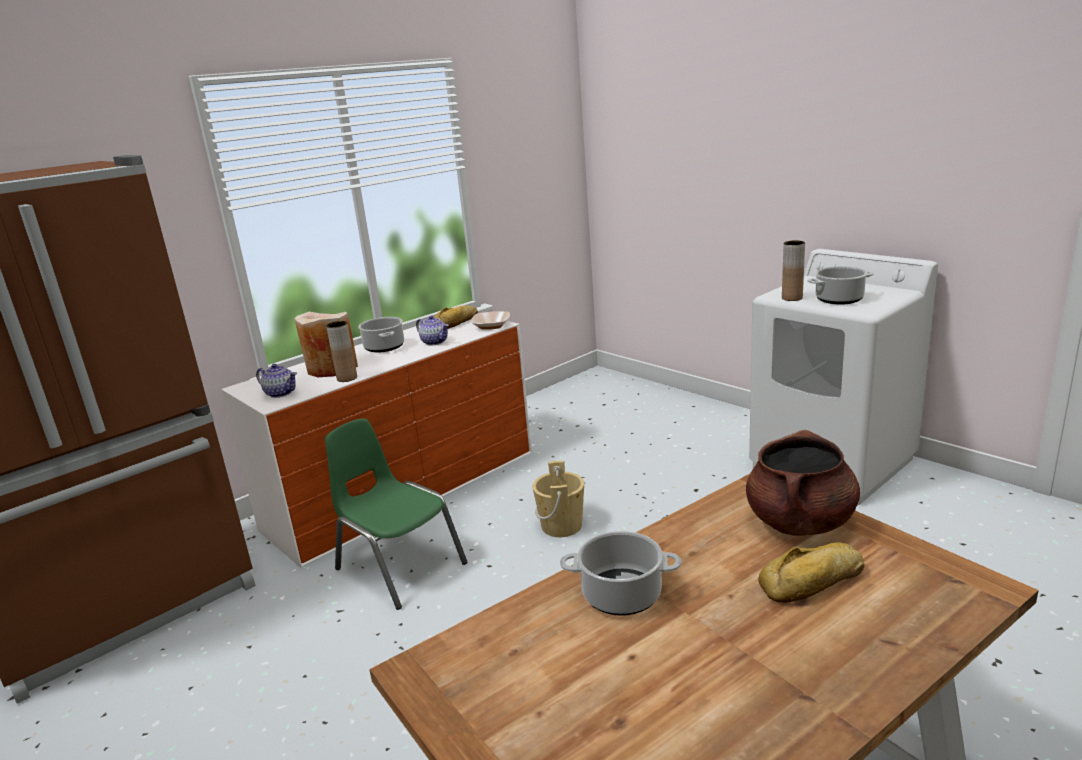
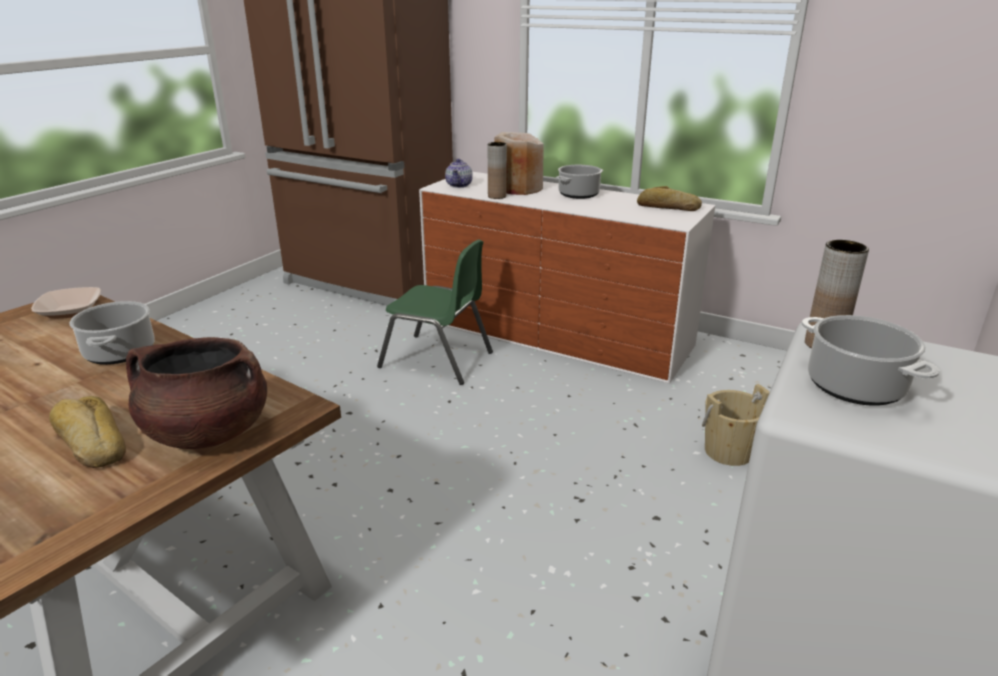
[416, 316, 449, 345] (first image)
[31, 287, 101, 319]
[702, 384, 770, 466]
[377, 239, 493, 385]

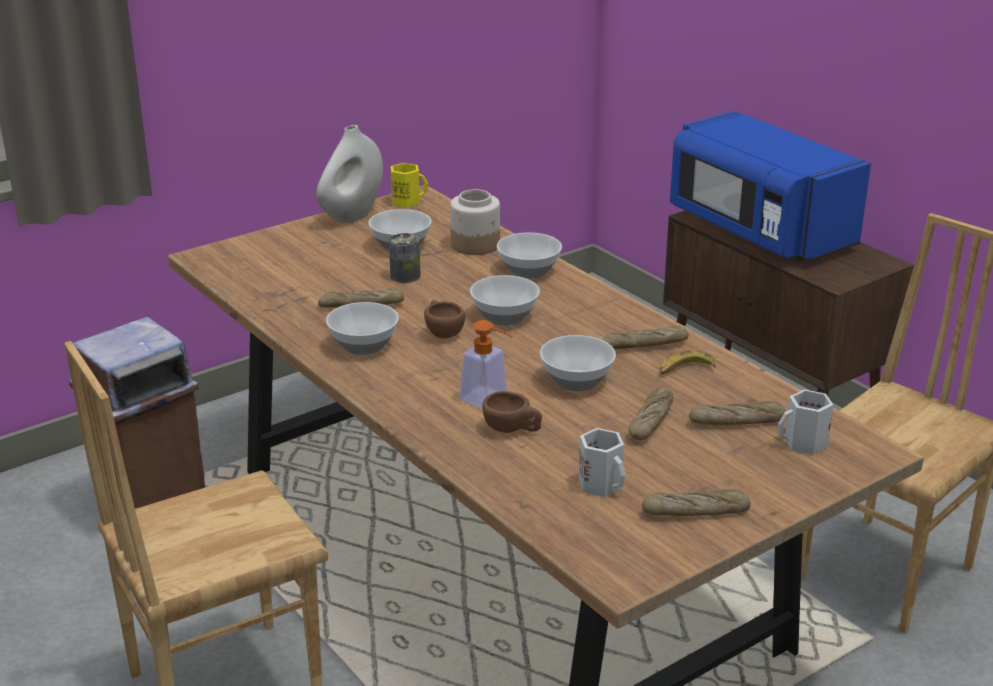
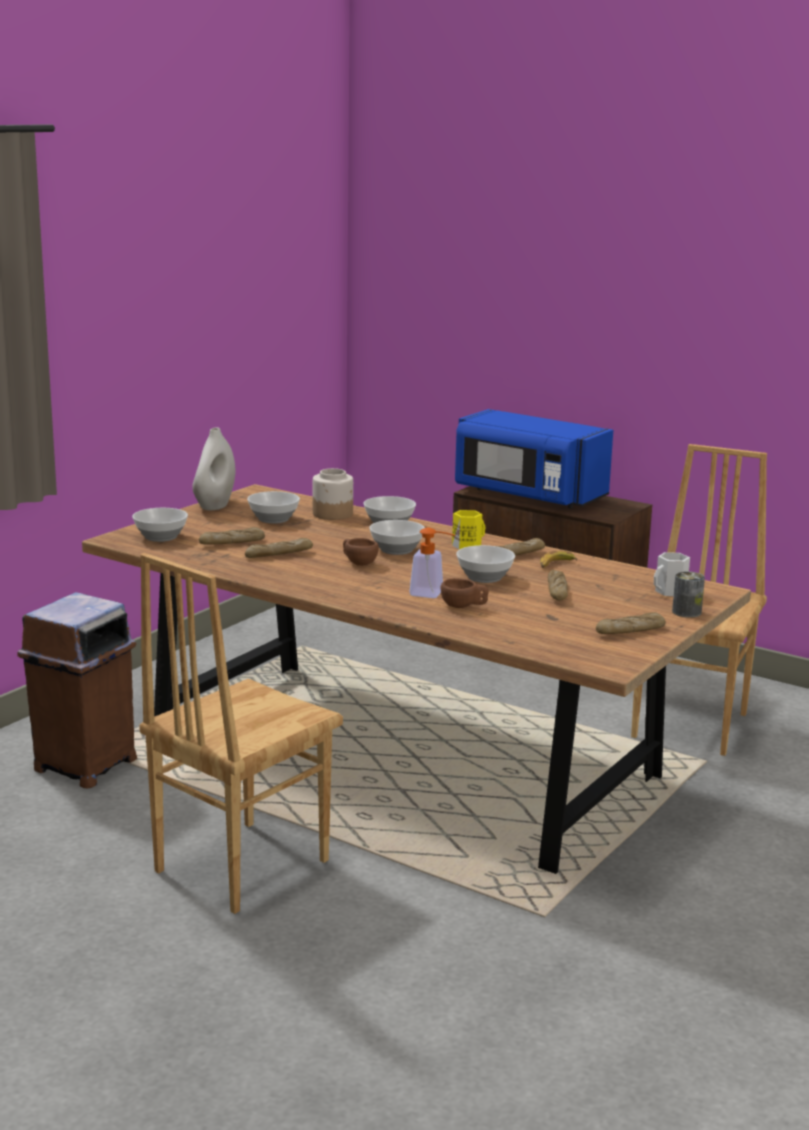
[579, 428, 625, 497] (first image)
[132, 508, 188, 542]
[672, 571, 705, 618]
[452, 510, 486, 550]
[199, 527, 265, 544]

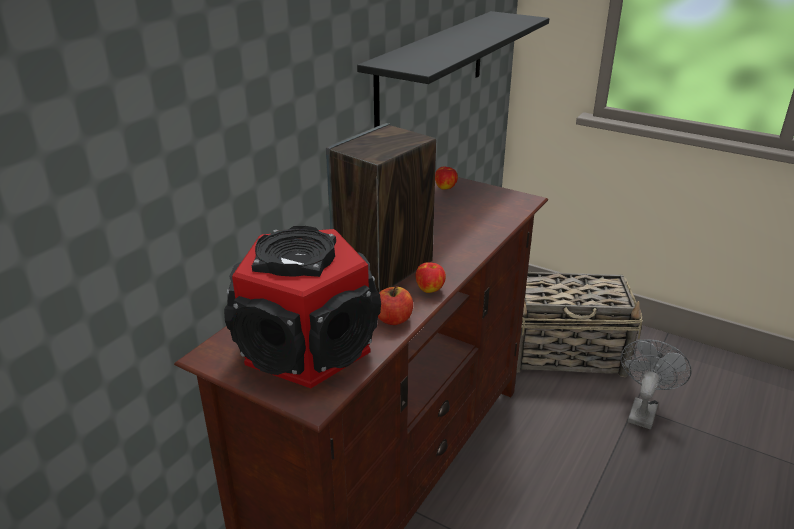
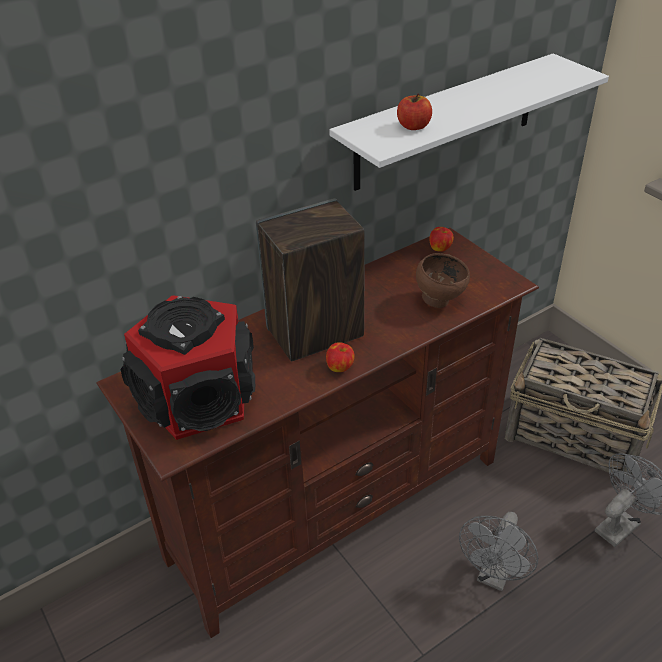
[416, 253, 470, 308]
[459, 512, 538, 591]
[397, 93, 432, 130]
[329, 54, 609, 191]

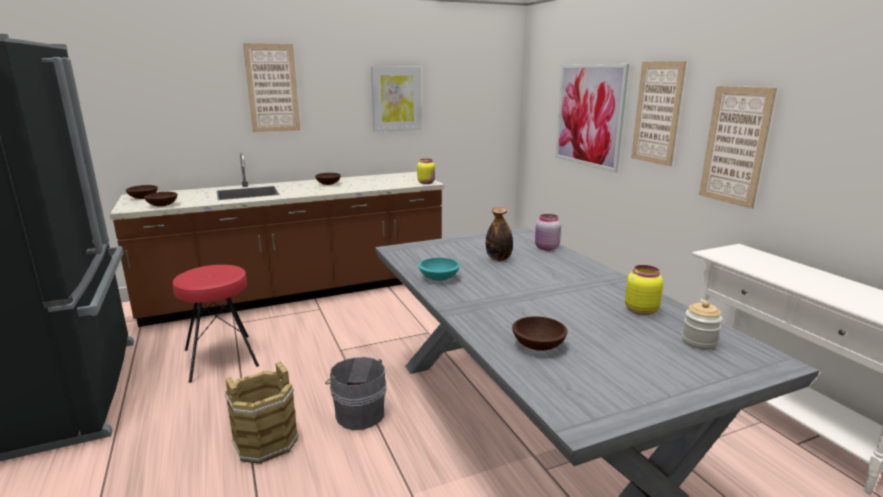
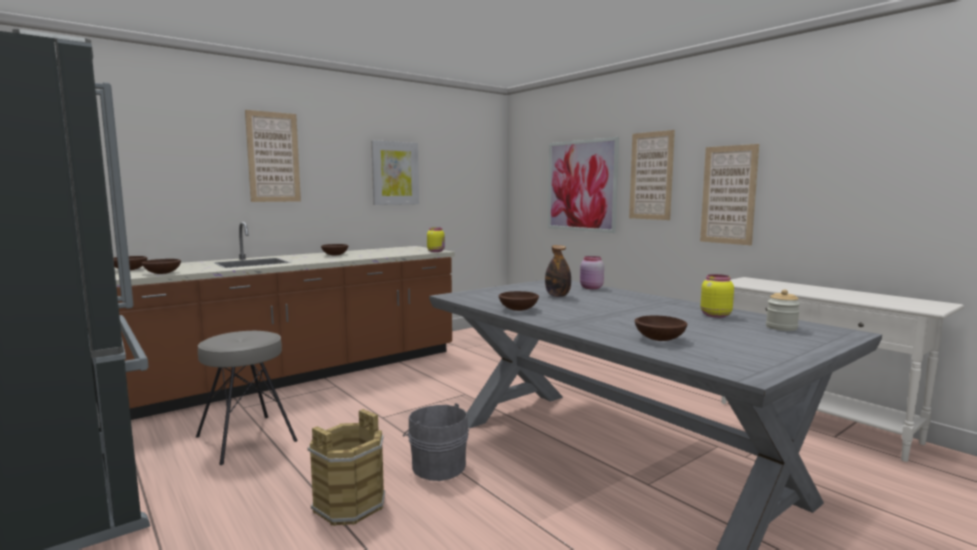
[196, 331, 298, 465]
[499, 291, 539, 311]

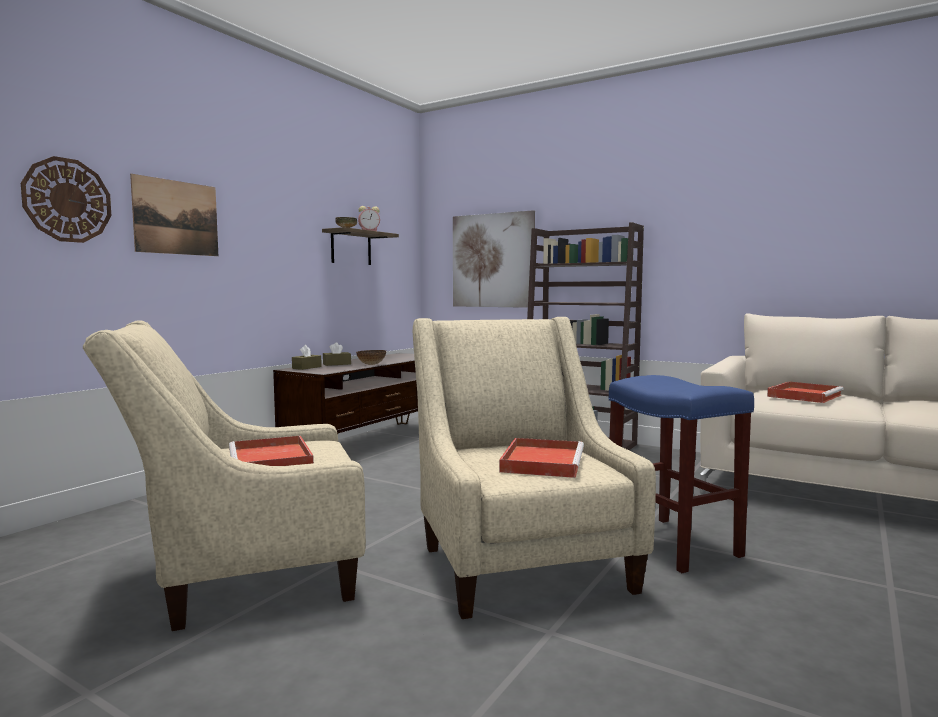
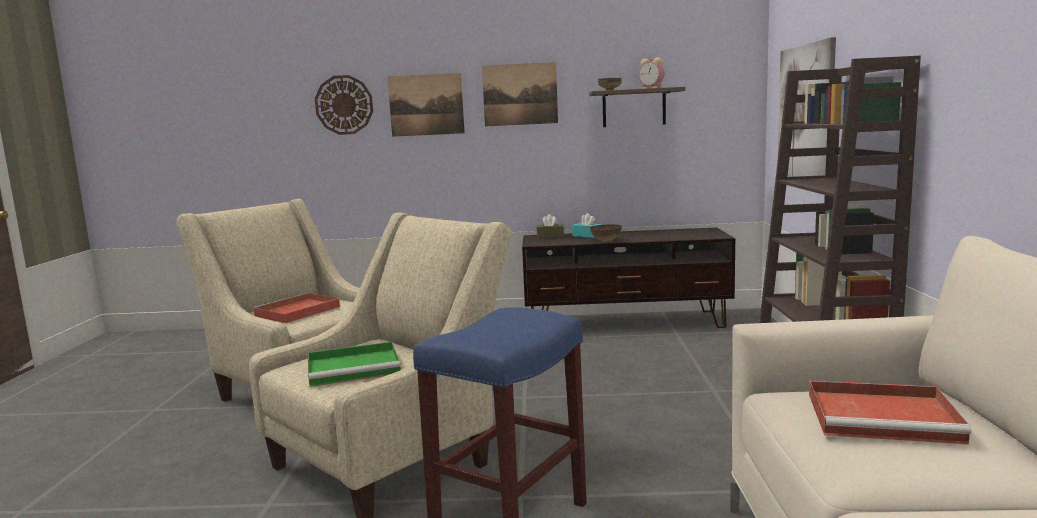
[482, 62, 558, 126]
[572, 213, 602, 238]
[308, 342, 401, 387]

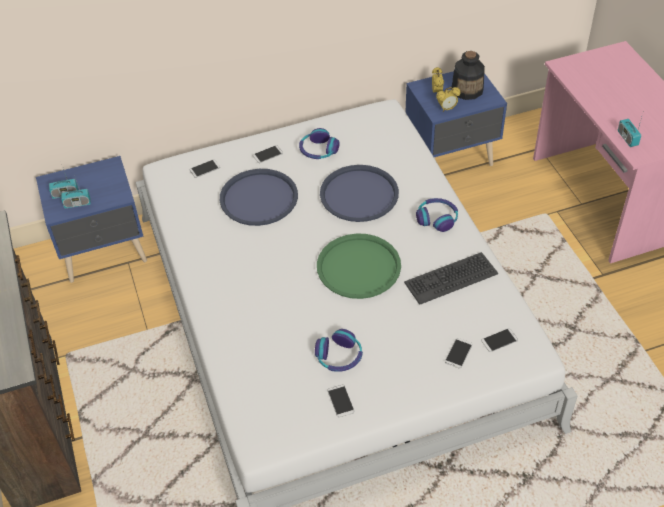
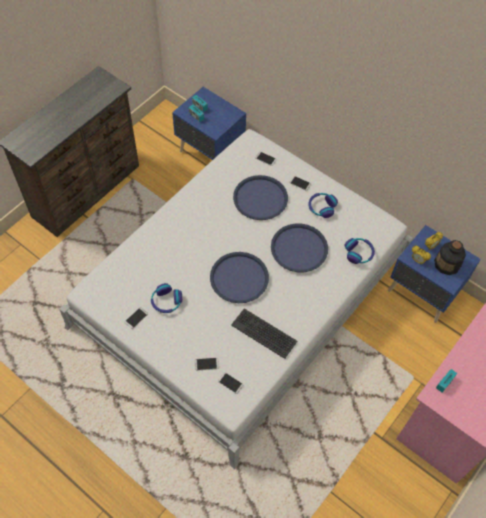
[344, 238, 375, 264]
[210, 252, 269, 303]

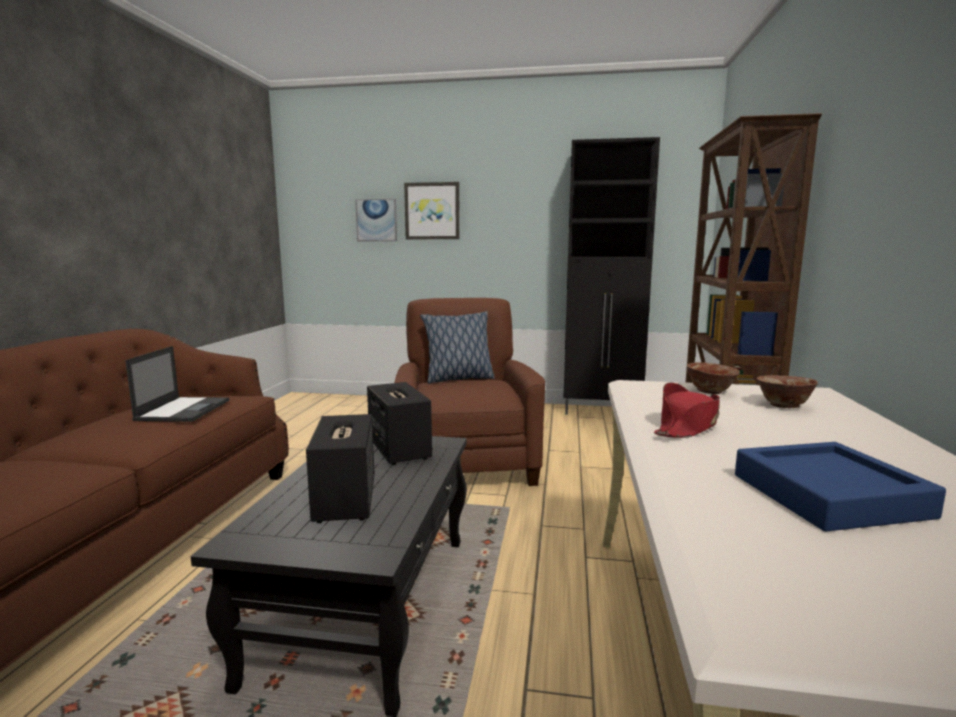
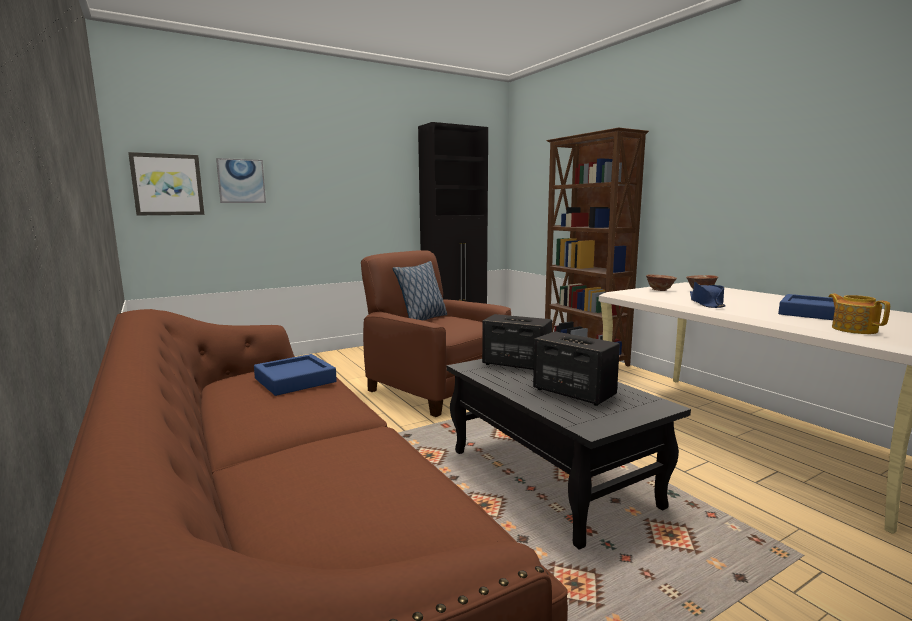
[829, 294, 890, 334]
[128, 152, 204, 215]
[254, 354, 337, 396]
[690, 282, 726, 308]

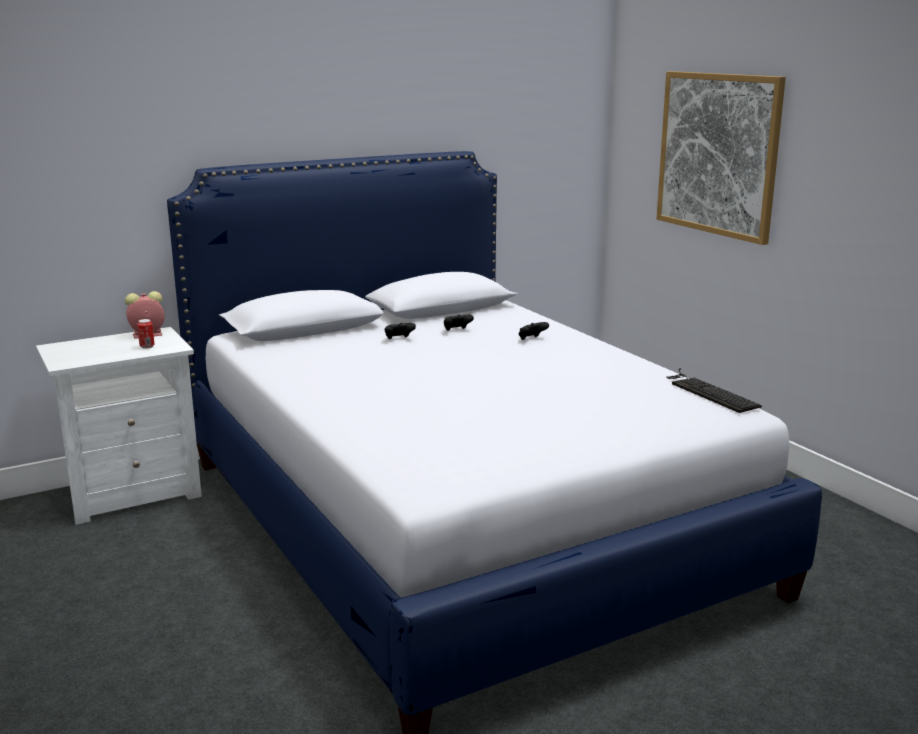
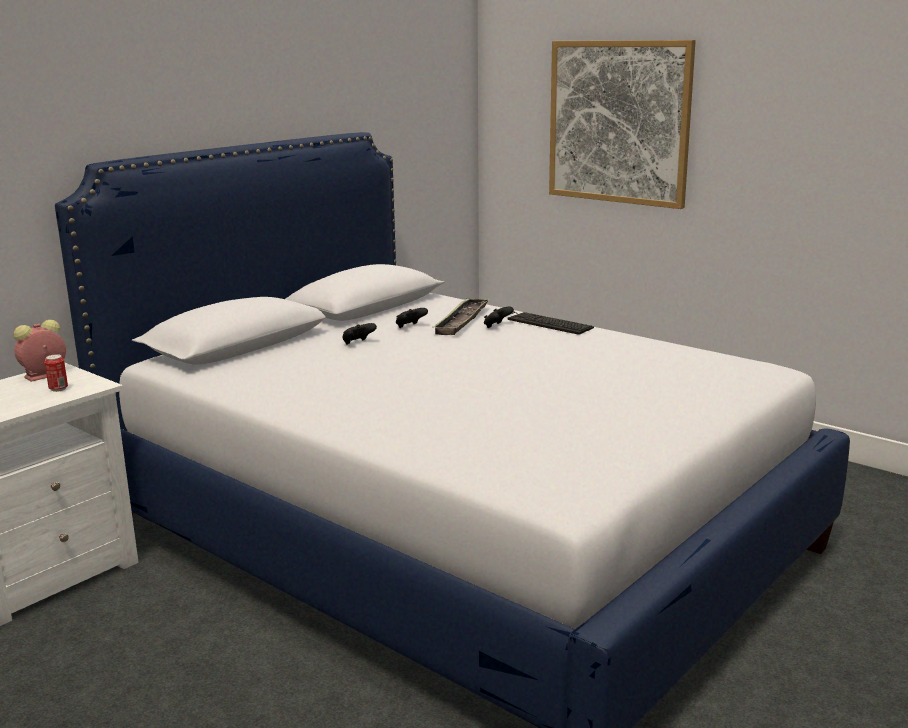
[432, 298, 489, 335]
[507, 311, 594, 335]

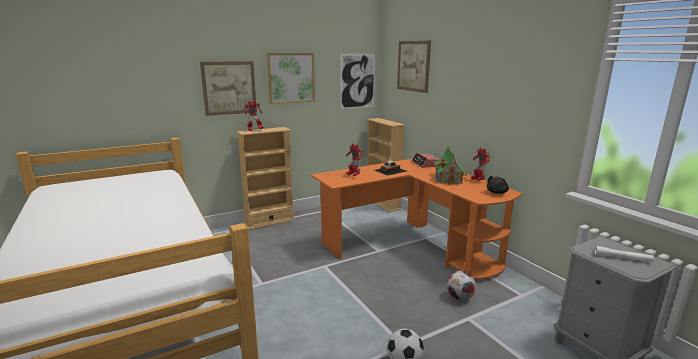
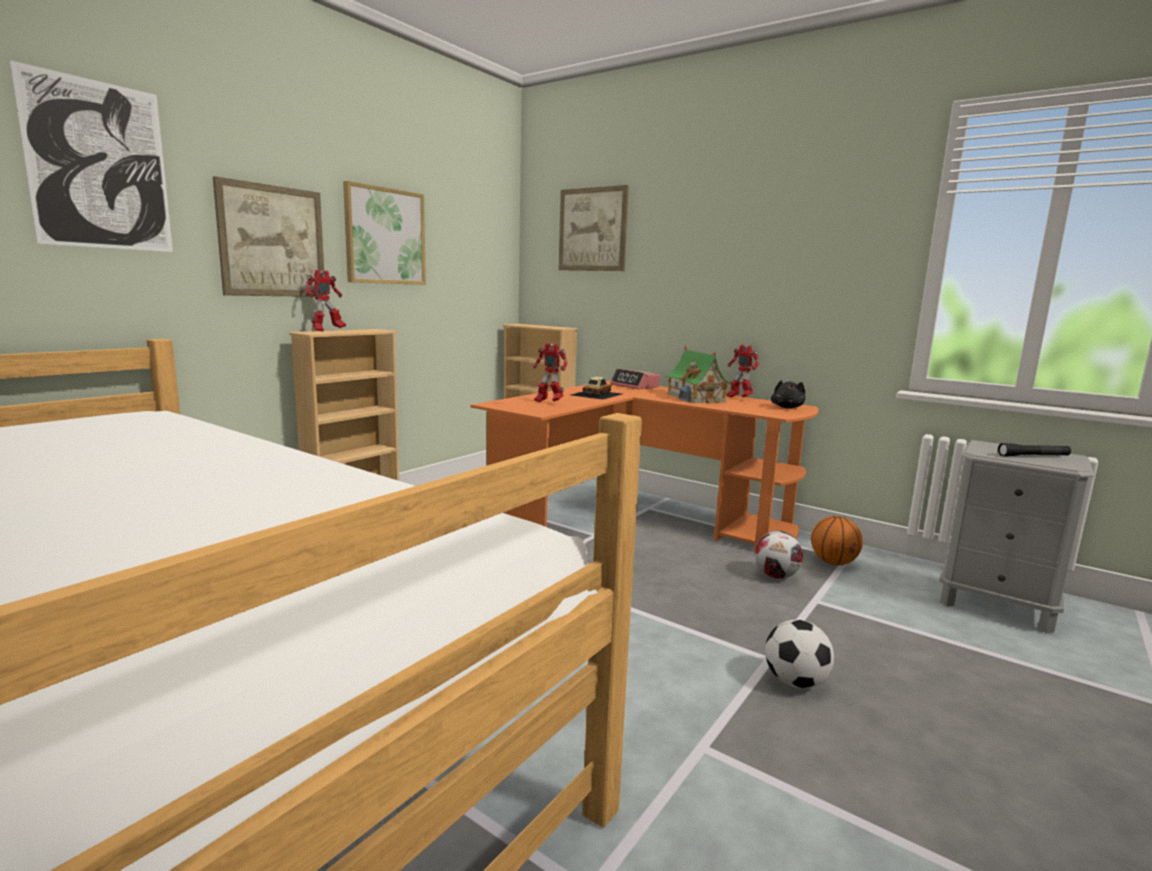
[811, 516, 863, 565]
[10, 60, 173, 252]
[998, 443, 1071, 456]

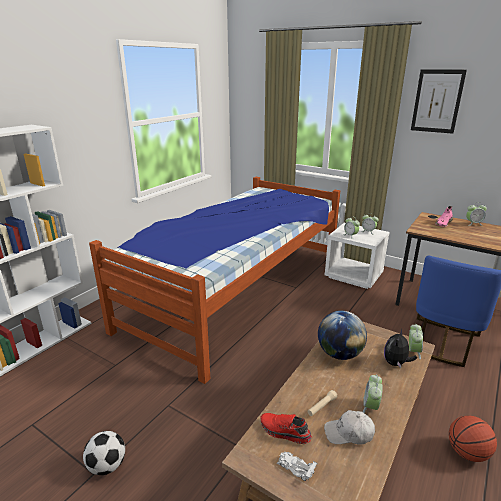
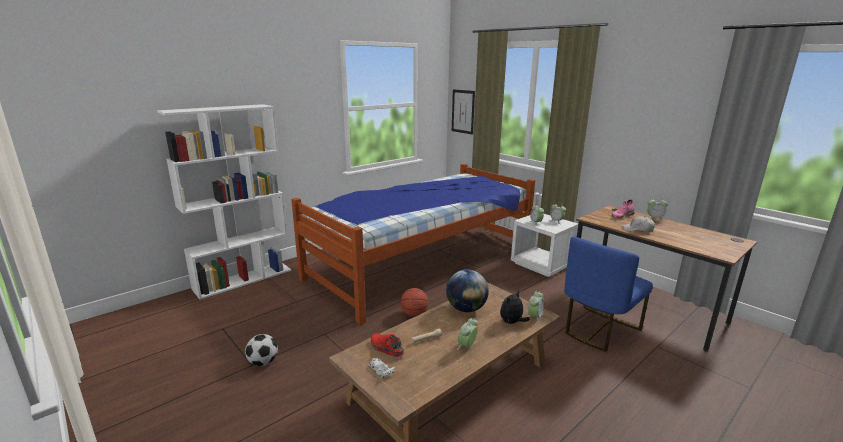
[622, 216, 655, 232]
[452, 89, 475, 135]
[400, 288, 429, 317]

